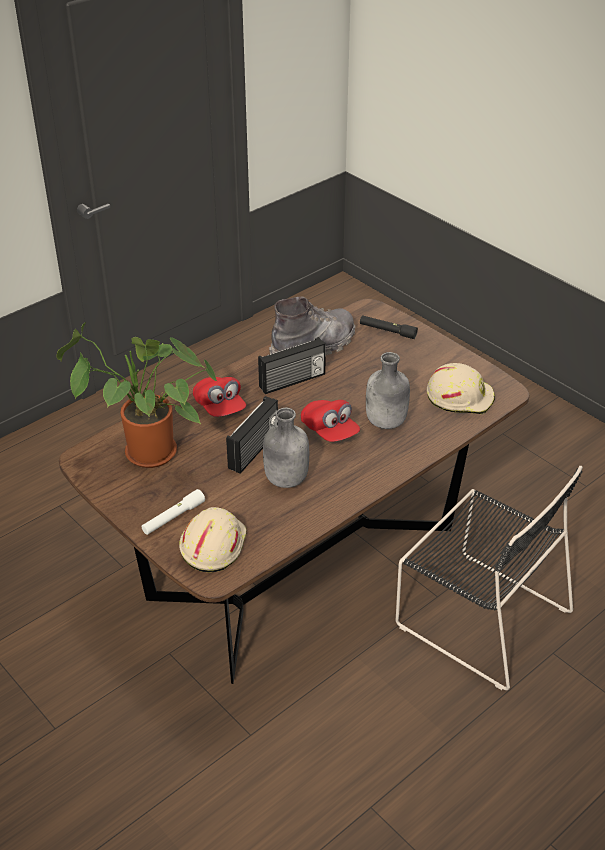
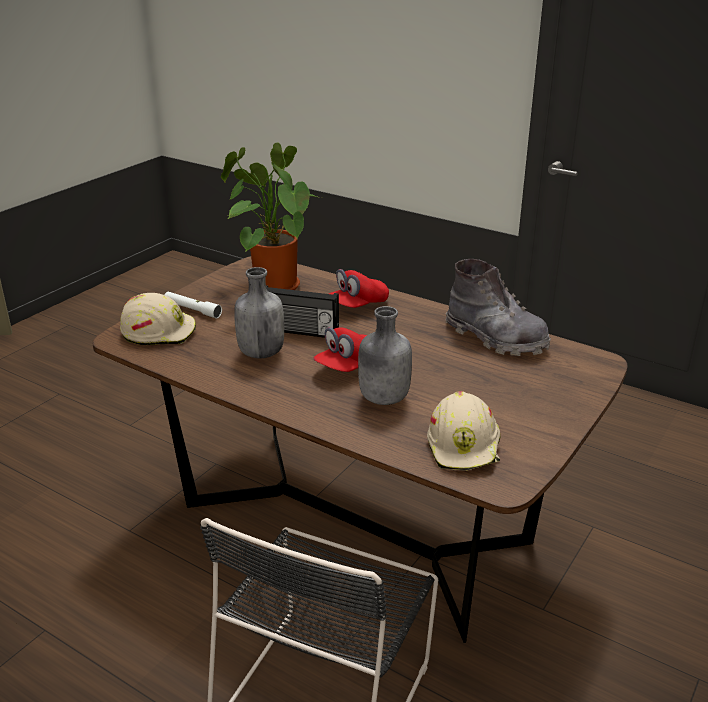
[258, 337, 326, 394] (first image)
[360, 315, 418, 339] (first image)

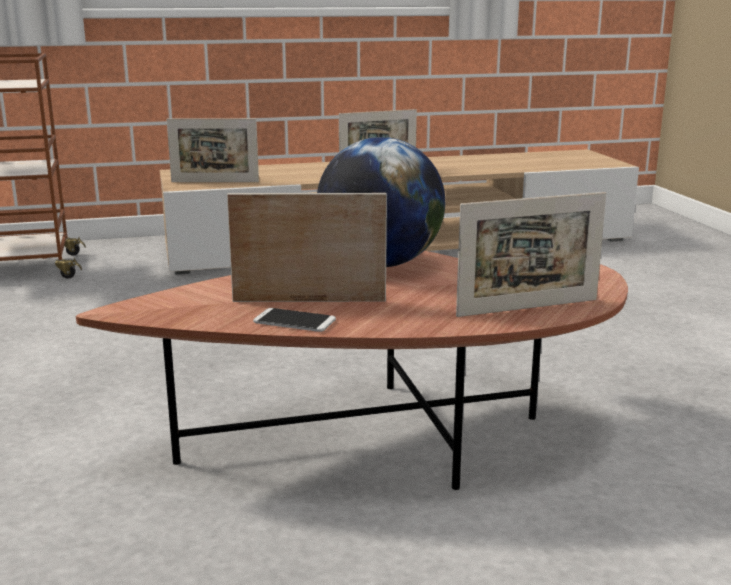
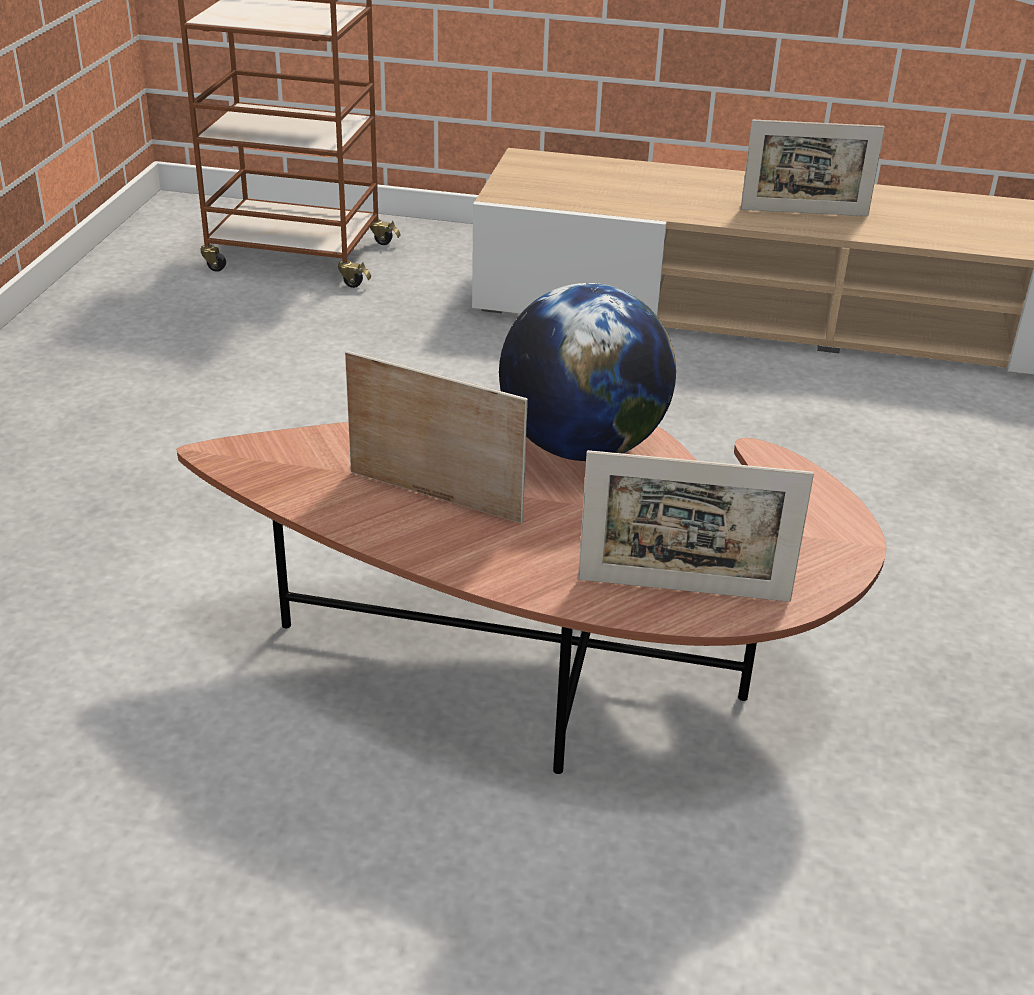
[167, 118, 259, 182] (first image)
[253, 308, 336, 332] (first image)

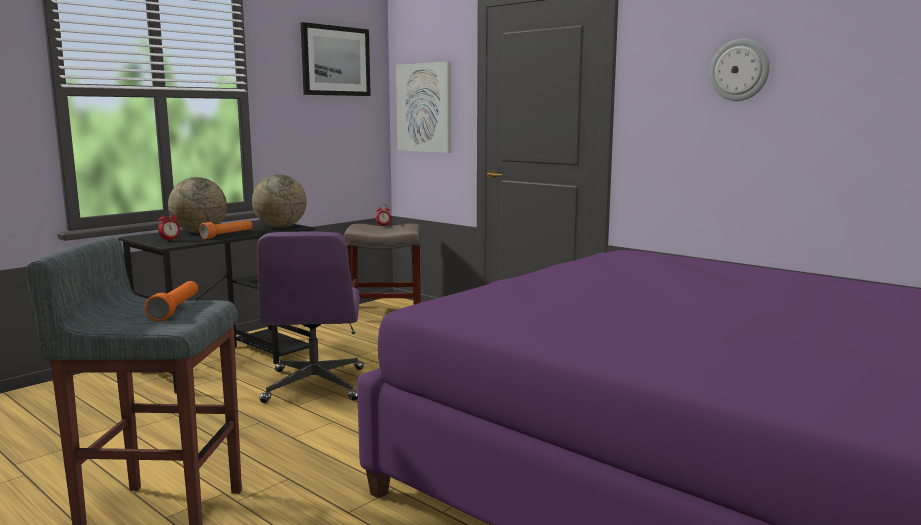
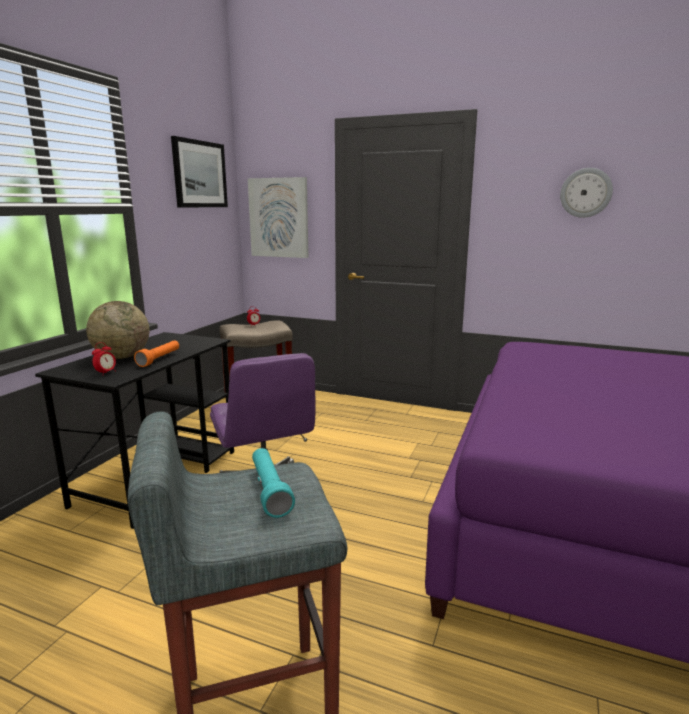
[252, 175, 307, 228] (first image)
[252, 448, 295, 518]

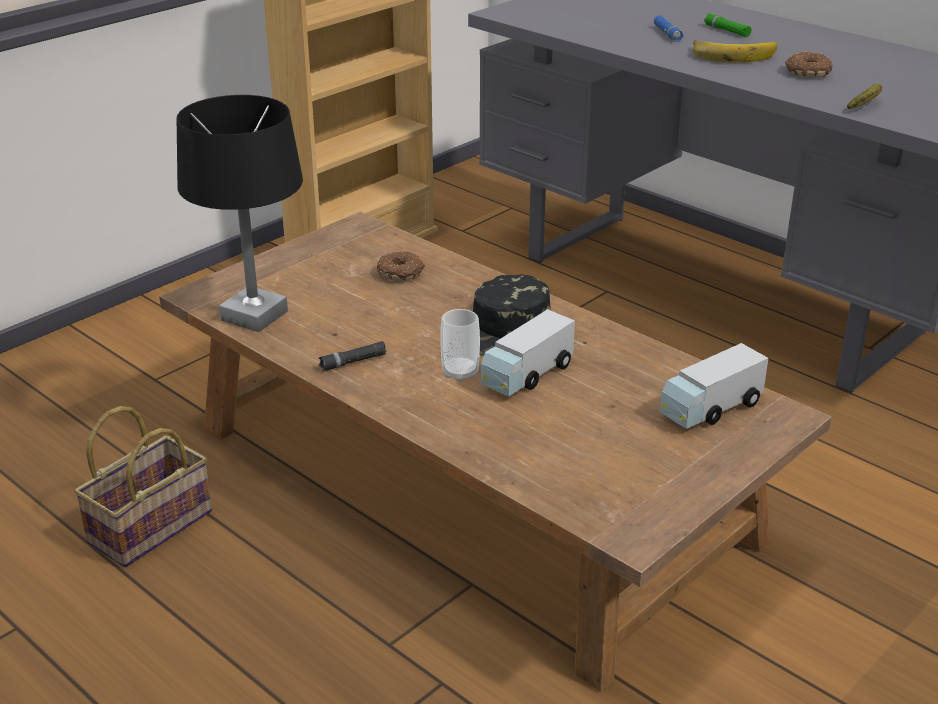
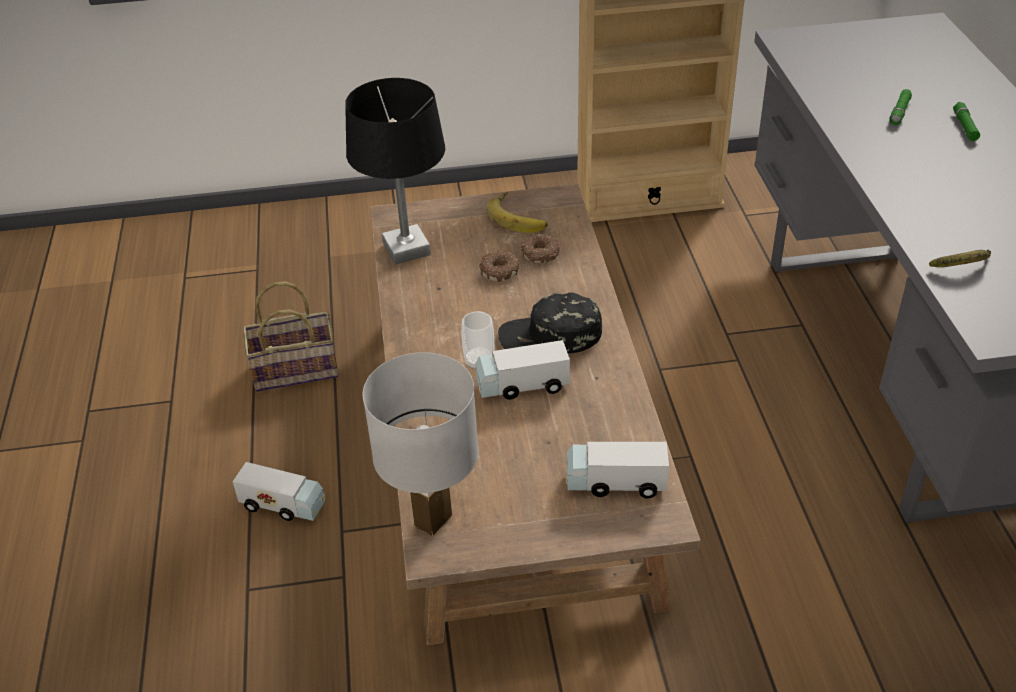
[319, 341, 387, 371] (first image)
[233, 462, 326, 521]
[363, 352, 479, 536]
[486, 192, 548, 233]
[479, 251, 519, 282]
[889, 89, 912, 125]

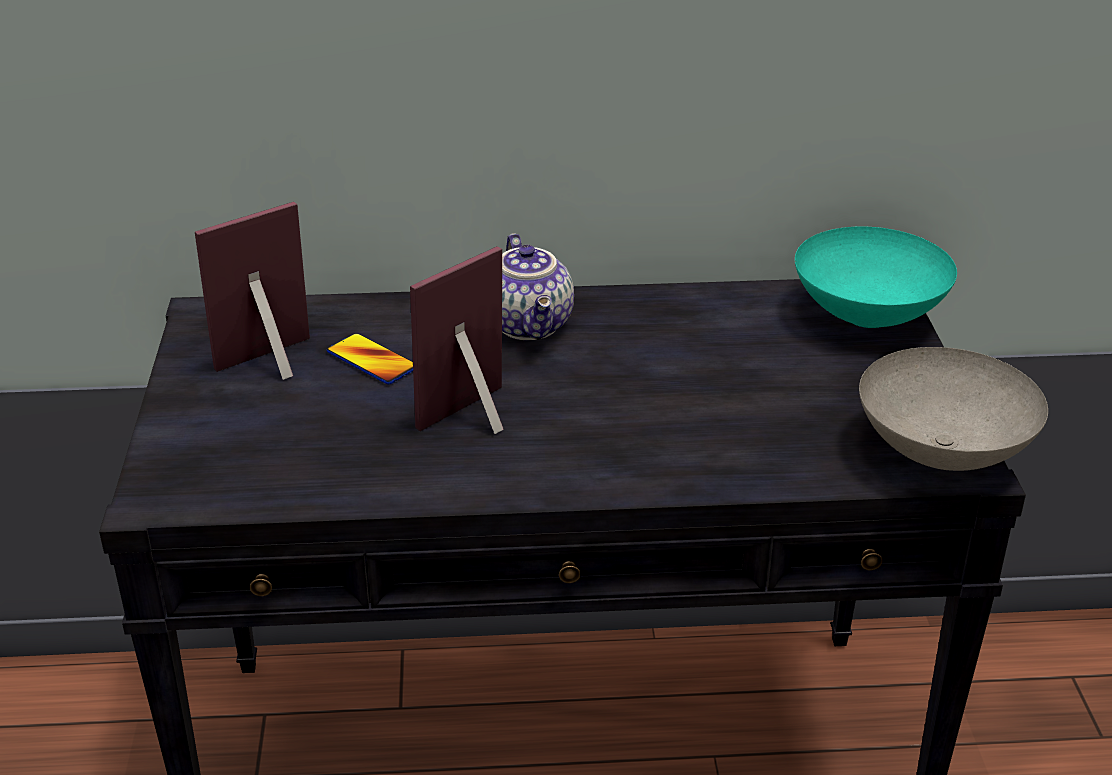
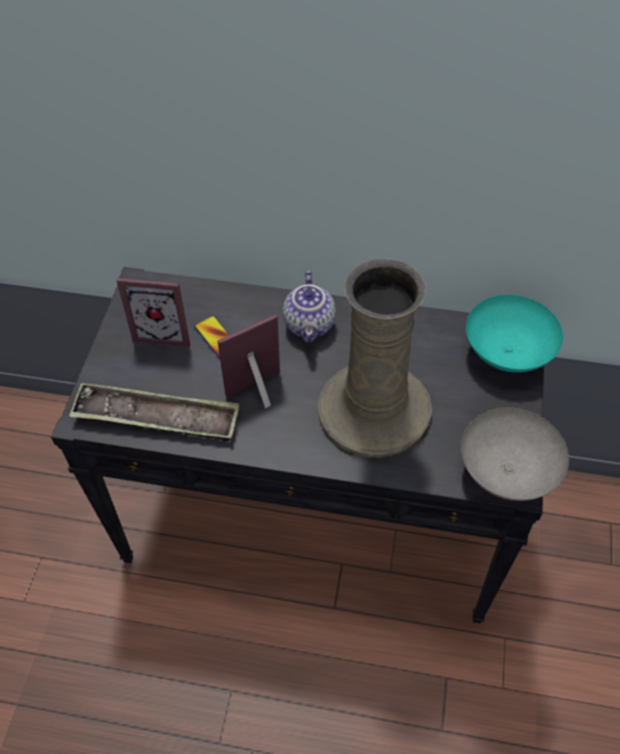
[69, 383, 240, 442]
[318, 259, 432, 458]
[117, 278, 190, 347]

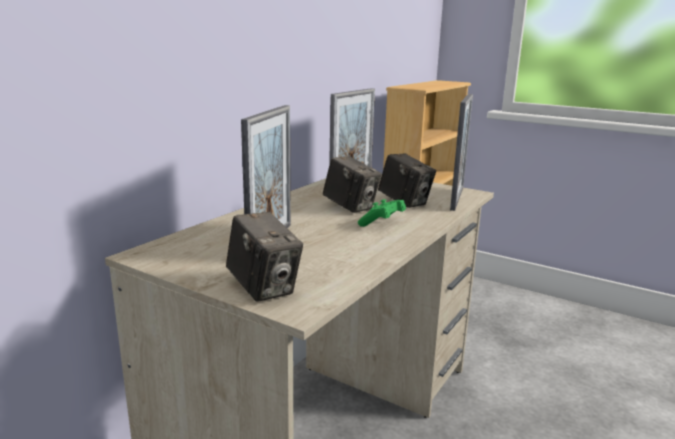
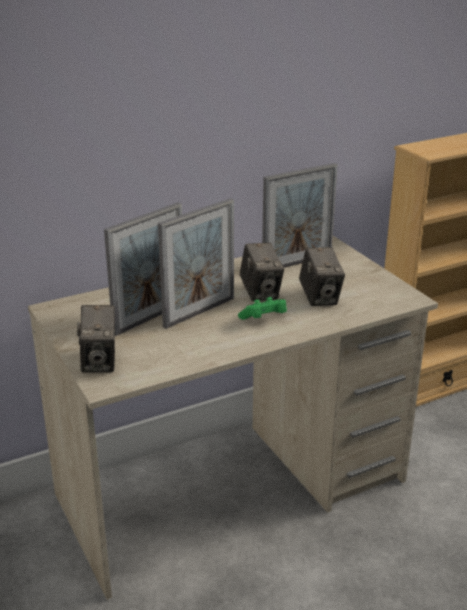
[158, 198, 234, 329]

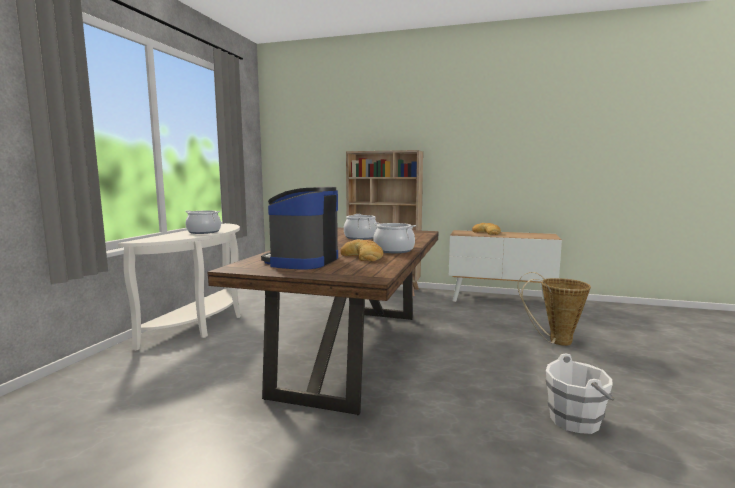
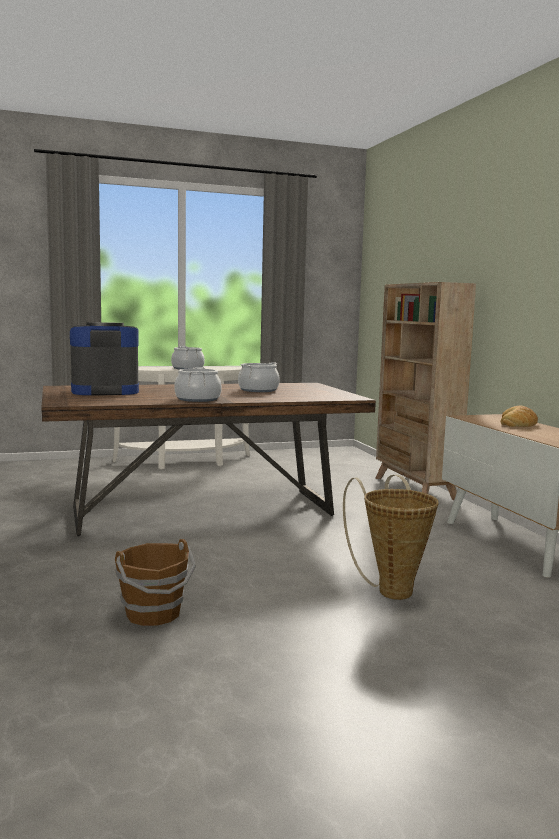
[340, 239, 383, 261] (first image)
[115, 539, 196, 626]

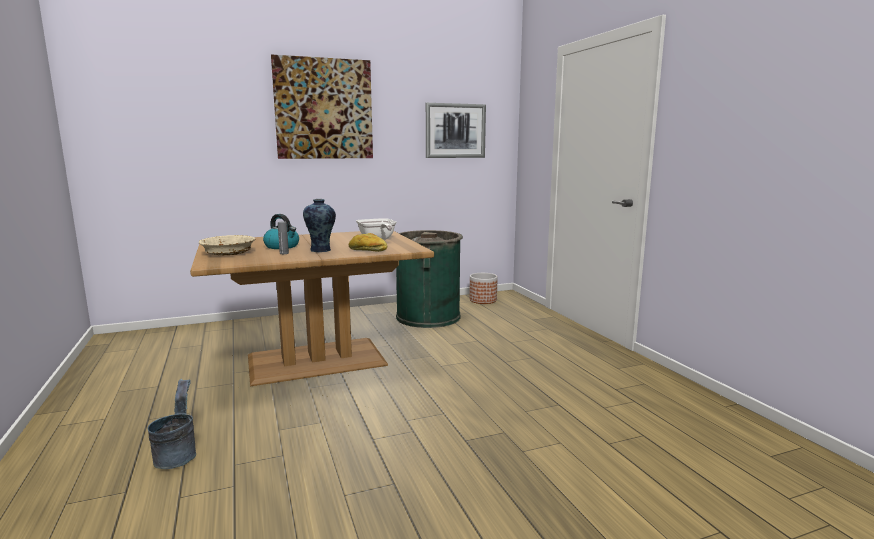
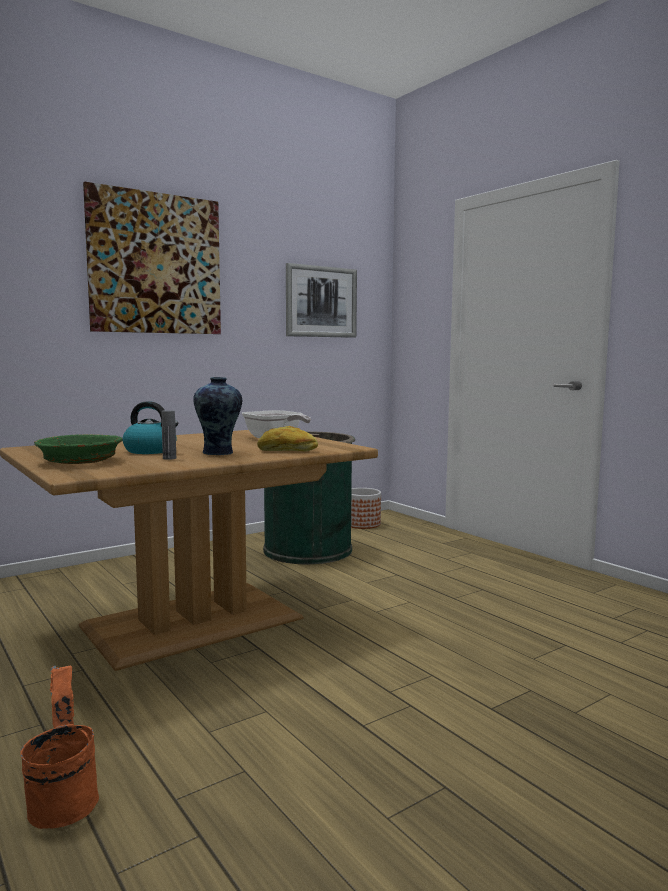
[20, 665, 99, 829]
[34, 434, 123, 464]

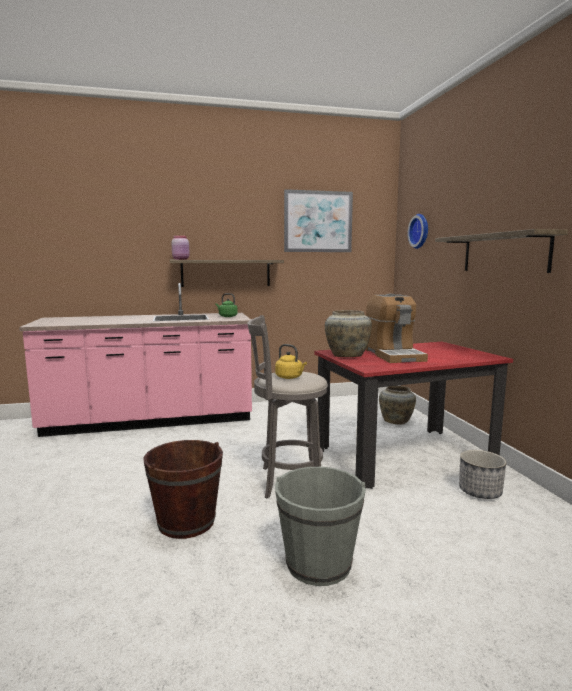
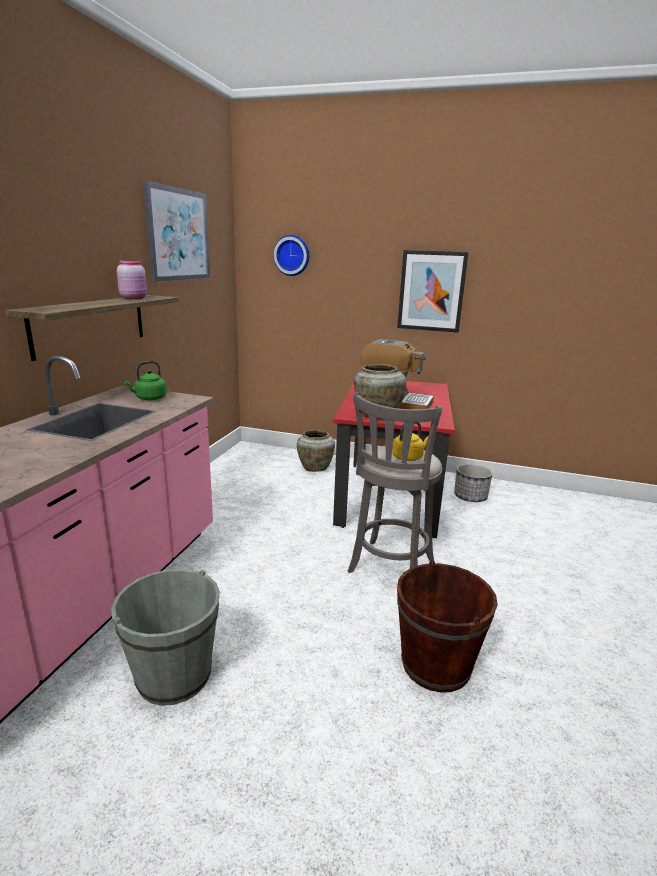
[117, 260, 147, 299]
[111, 569, 220, 706]
[397, 250, 469, 333]

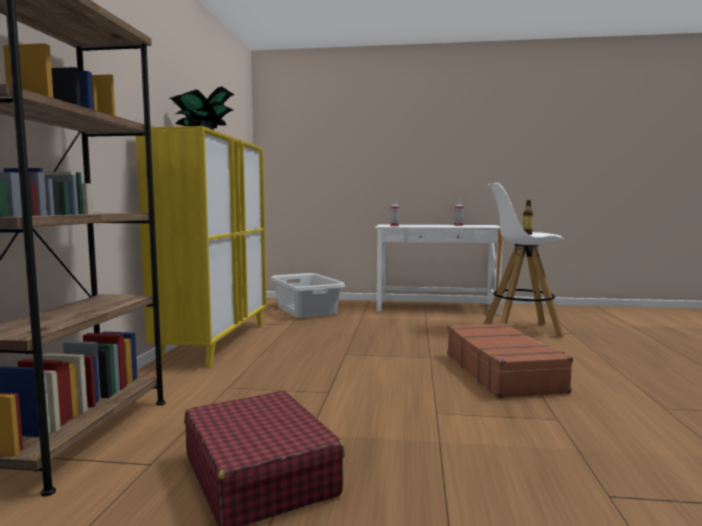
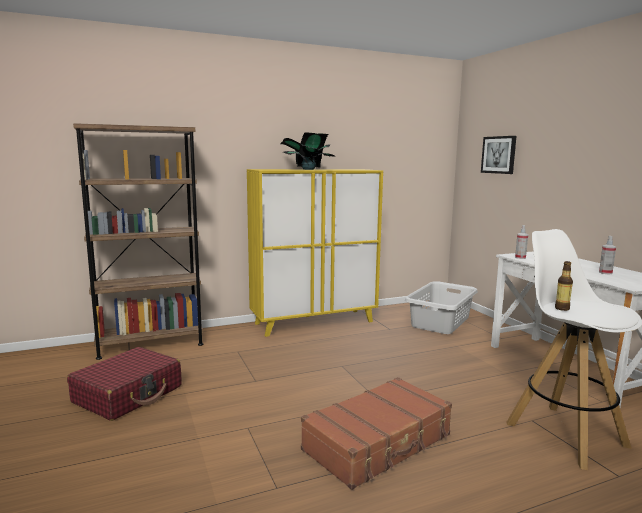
[481, 136, 516, 174]

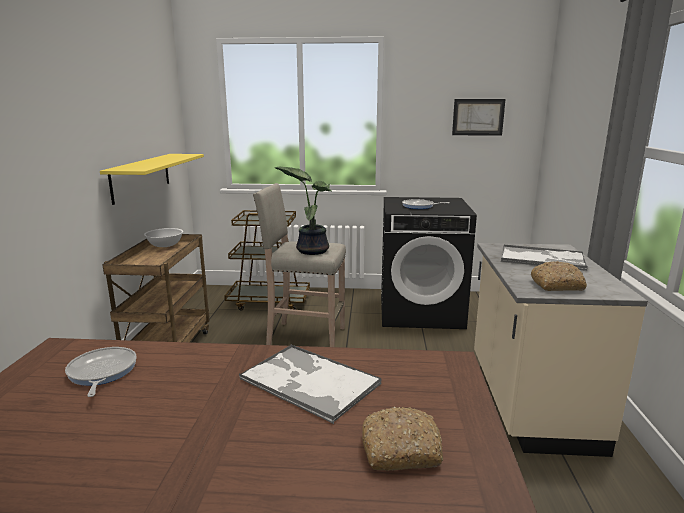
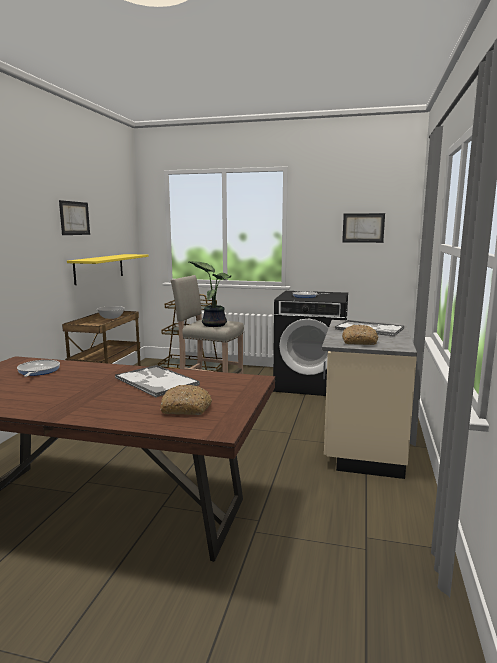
[59, 200, 90, 235]

